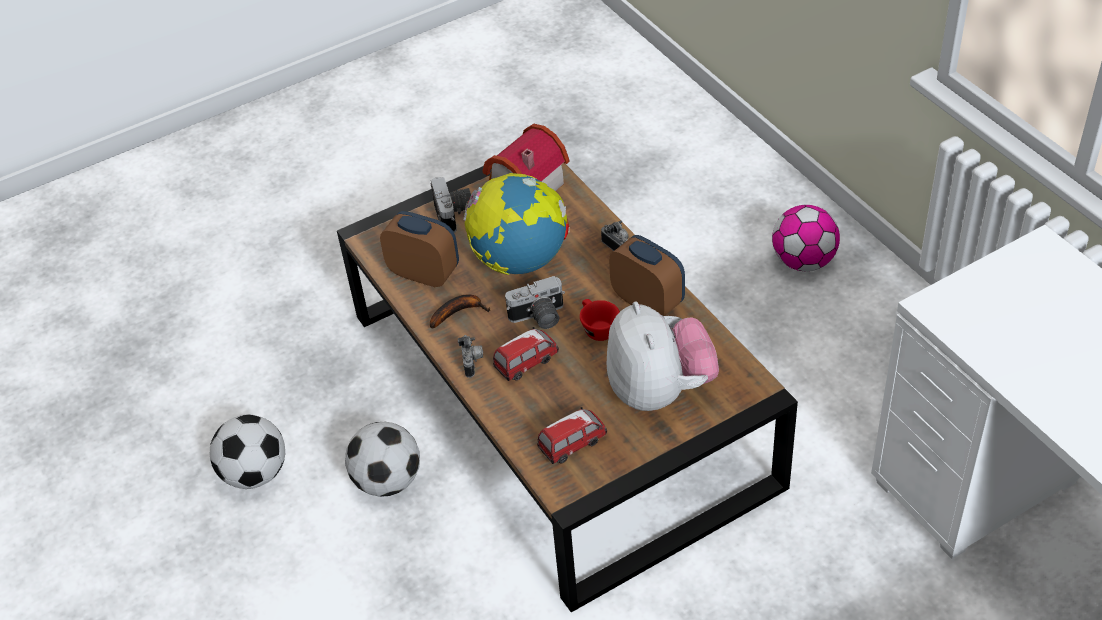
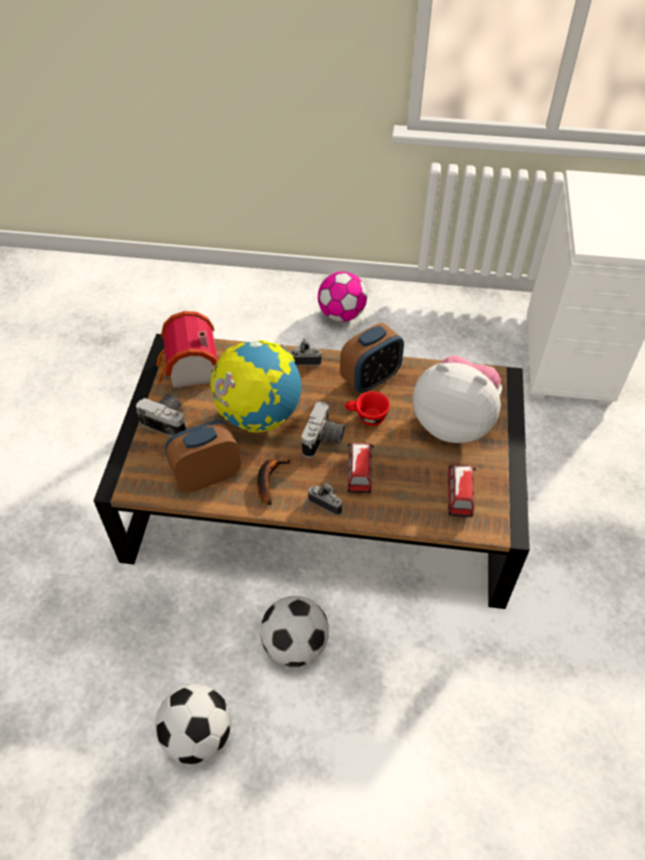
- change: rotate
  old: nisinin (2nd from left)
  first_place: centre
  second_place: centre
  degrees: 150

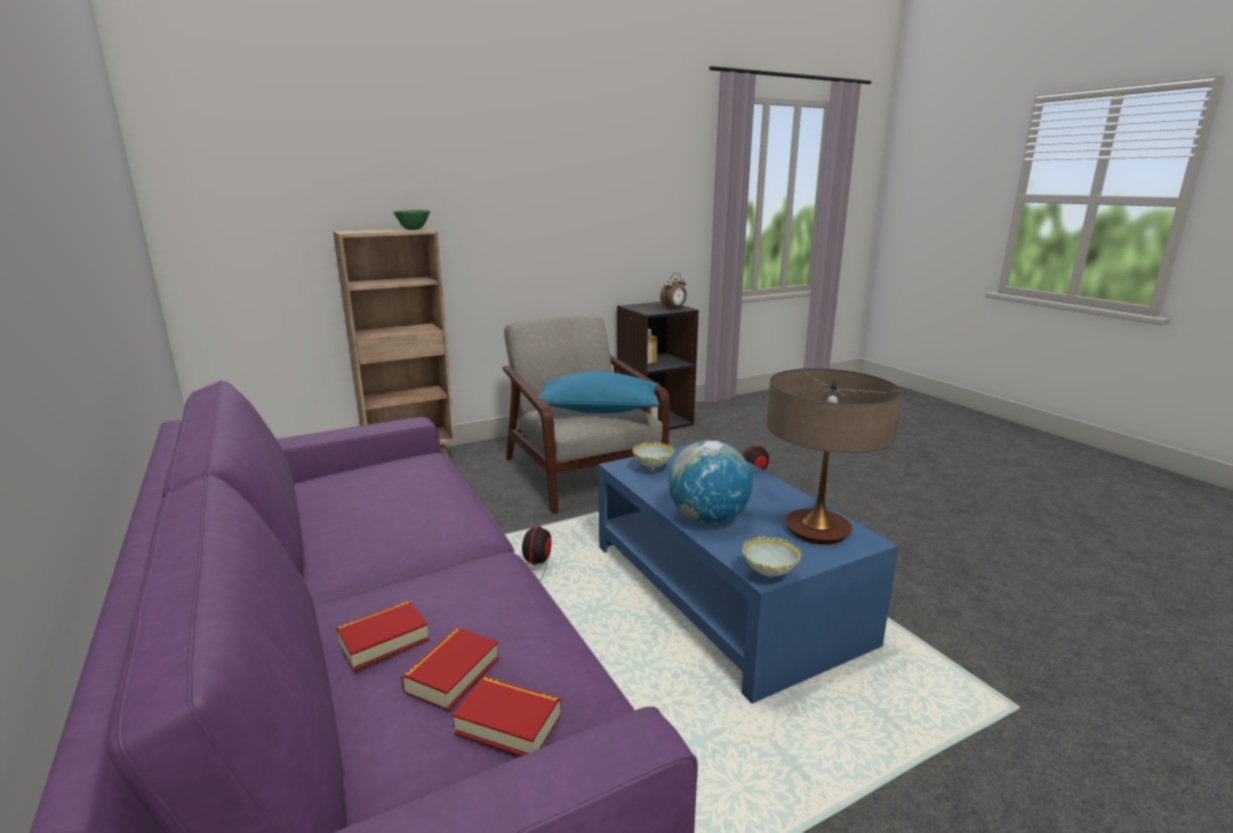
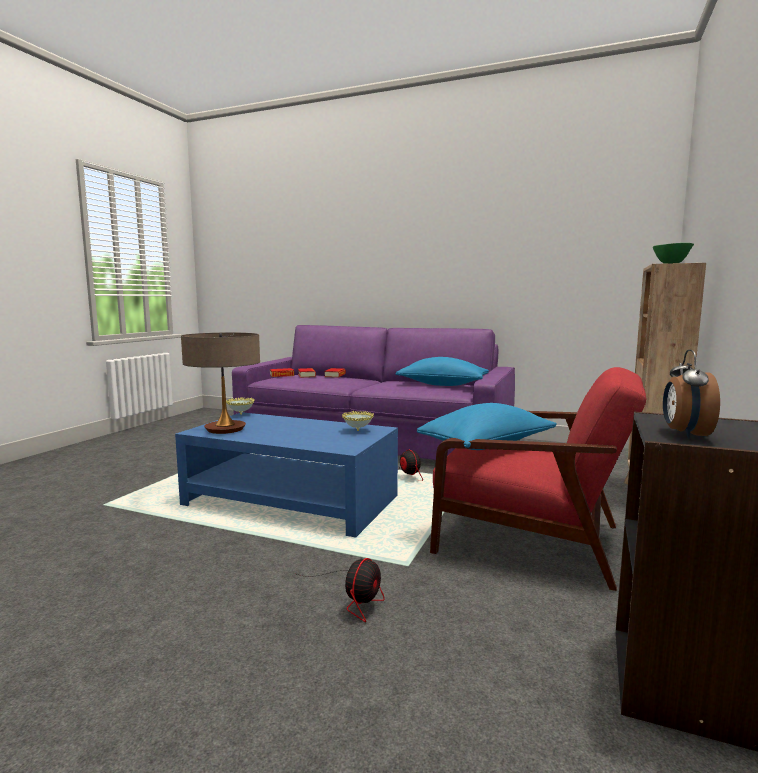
- change: insert
  new: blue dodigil (1st from left)
  second_place: centre
- change: recolor
  old: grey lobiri
  new: red lobiri
  first_place: centre
  second_place: middle right
- change: delete
  old: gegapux
  first_place: centre

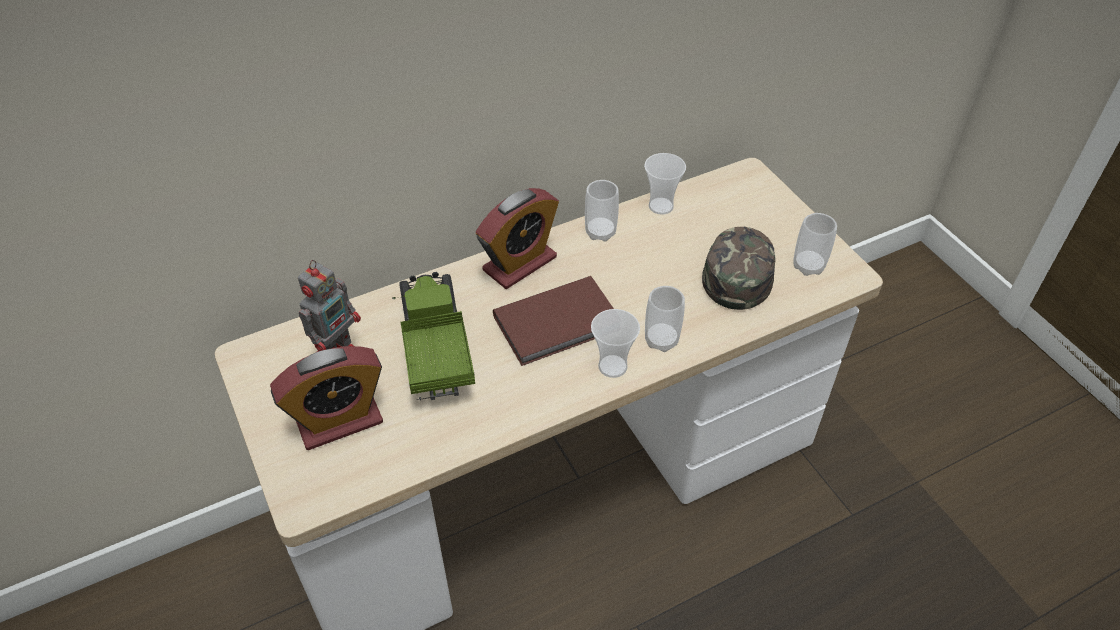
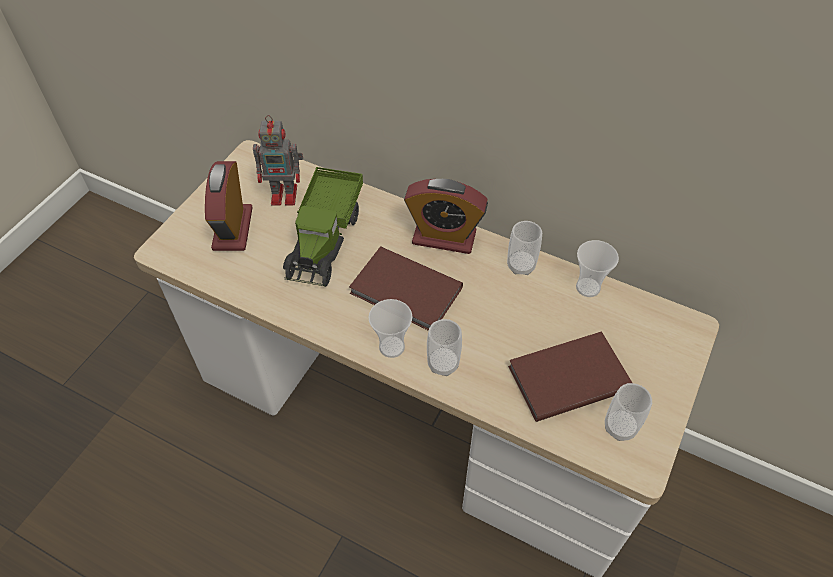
- change: rotate
  old: nisinin (1st from left)
  first_place: middle left
  second_place: middle left
  degrees: 60
- change: rotate
  old: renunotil
  first_place: centre
  second_place: centre
  degrees: 150
- change: replace
  old: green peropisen
  new: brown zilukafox (2nd from left)
  first_place: centre
  second_place: middle right

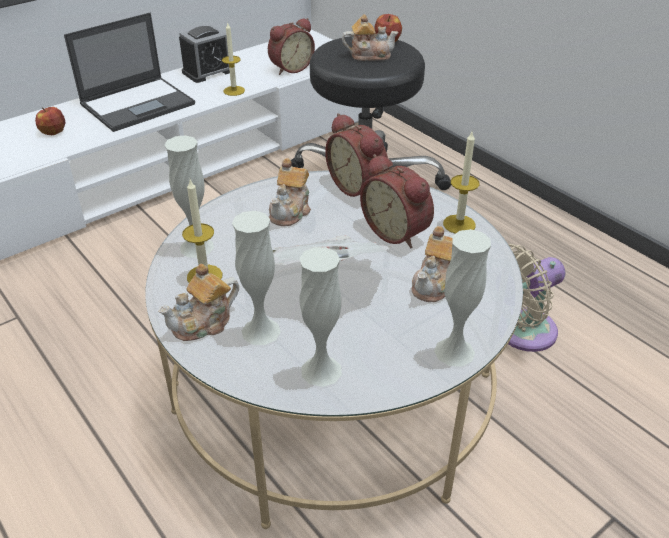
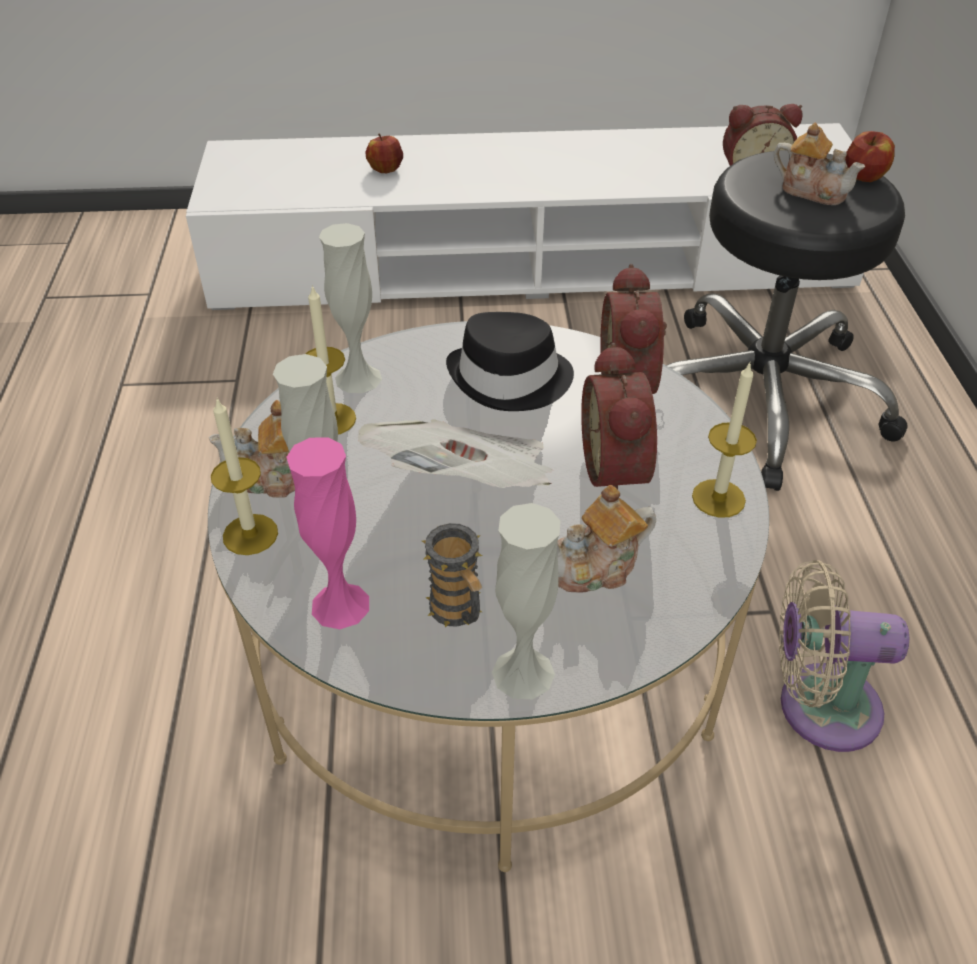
- change: move
  old: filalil (2nd from left in the first image)
  new: filalil (1st from left)
  first_place: top centre
  second_place: middle left
- change: recolor
  old: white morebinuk (3rd from left)
  new: pink morebinuk
  first_place: centre
  second_place: centre
- change: insert
  new: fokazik
  second_place: centre
- change: replace
  old: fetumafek (2nd from left)
  new: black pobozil
  first_place: centre
  second_place: centre
- change: delete
  old: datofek
  first_place: top left
- change: delete
  old: nisinin (1st from left)
  first_place: top left

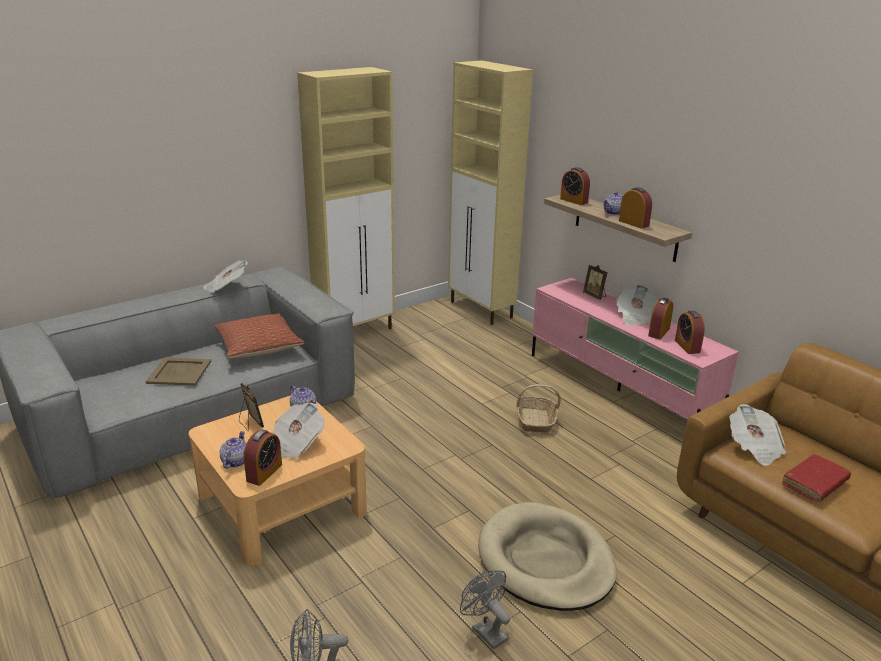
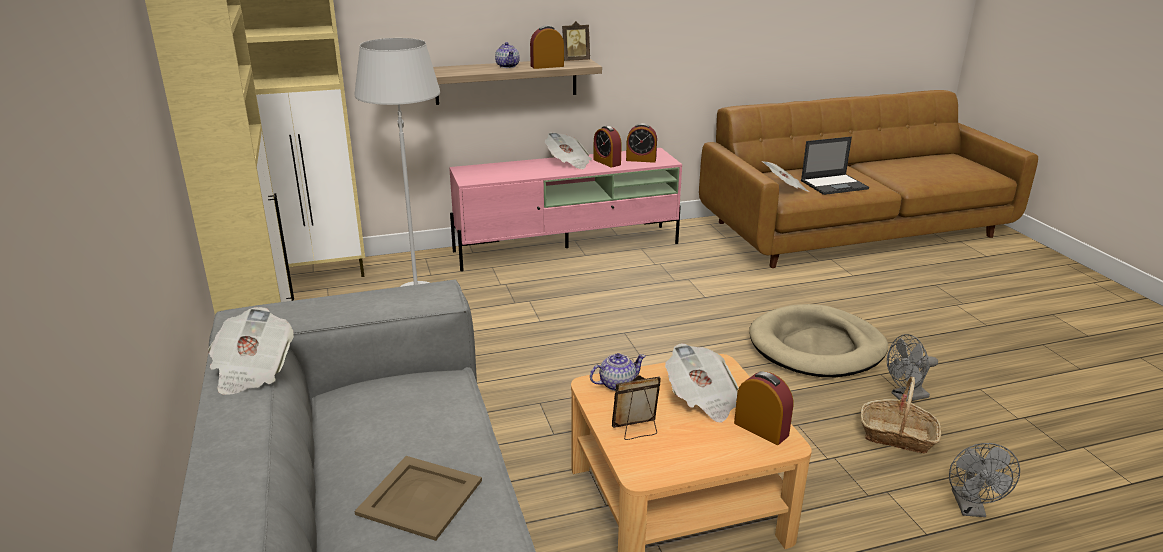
- change: insert
  new: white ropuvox
  second_place: top centre
- change: move
  old: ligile (2nd from left in the first image)
  new: ligile (1st from left)
  first_place: middle right
  second_place: top centre
- change: replace
  old: red zilukafox
  new: datofek
  first_place: bottom right
  second_place: top right
- change: move
  old: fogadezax
  first_place: centre
  second_place: bottom right
- change: delete
  old: dodigil
  first_place: middle left
- change: delete
  old: fetumafek (1st from left)
  first_place: bottom left
- change: delete
  old: nisinin (2nd from left)
  first_place: top centre

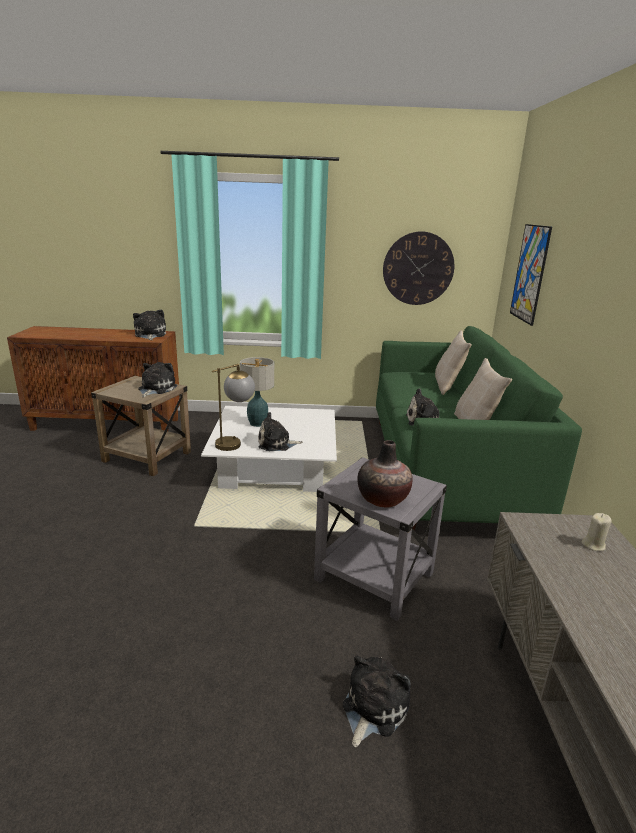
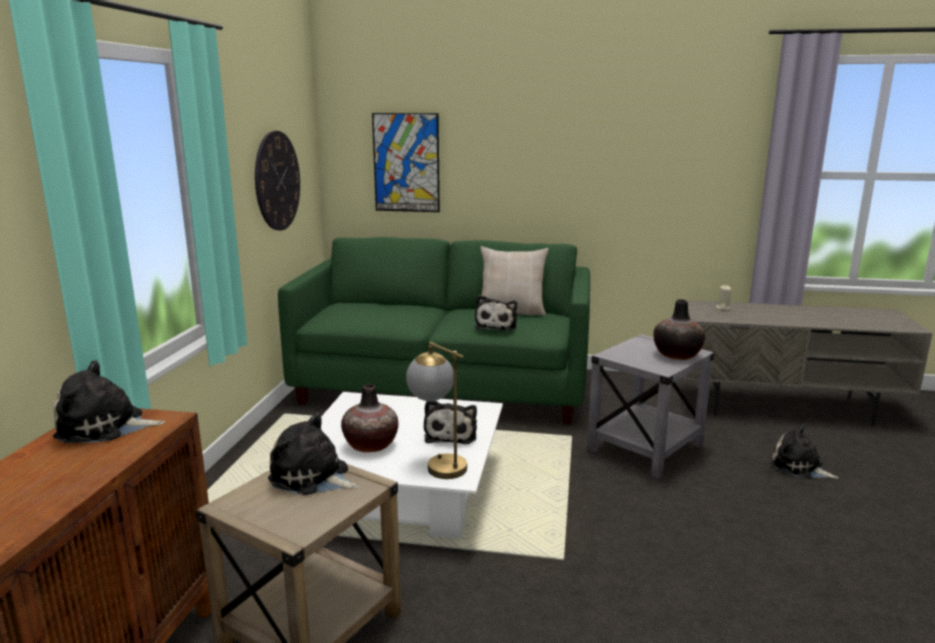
- change: replace
  old: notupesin (2nd from left)
  new: morebinuk (1st from left)
  first_place: centre
  second_place: centre
- change: delete
  old: beige dodigil (1st from left)
  first_place: middle right

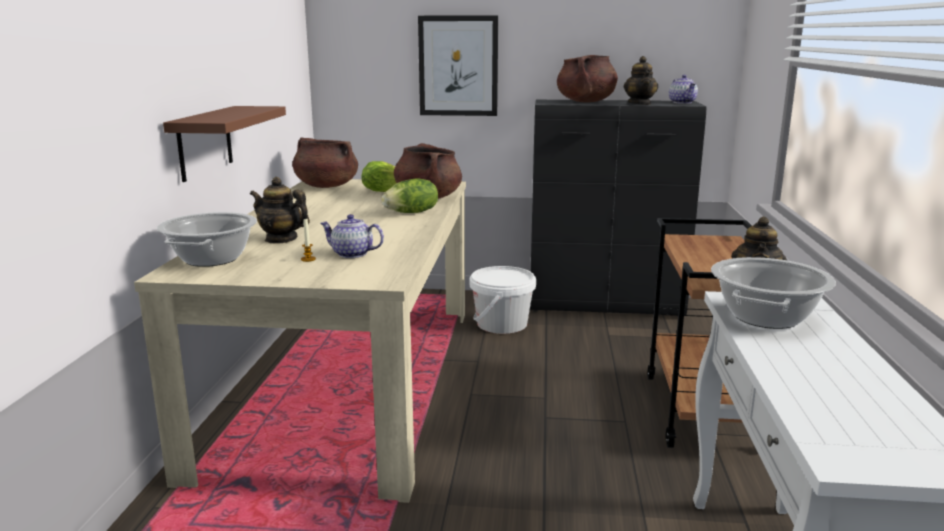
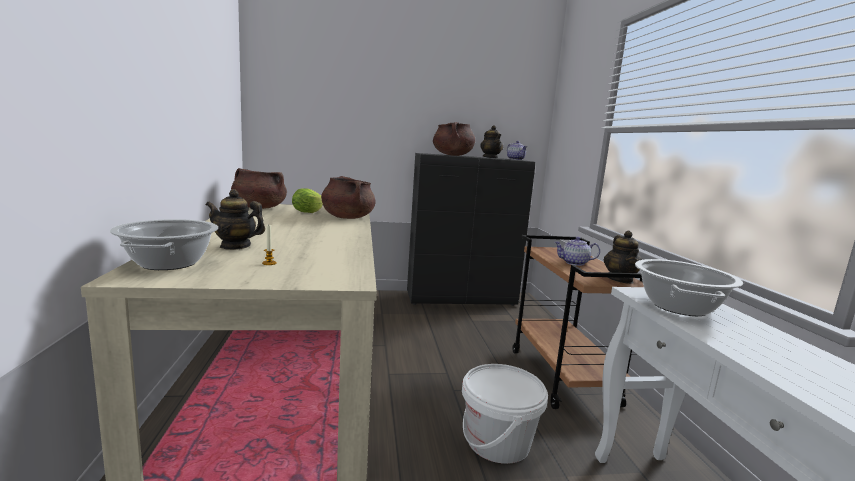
- change: move
  old: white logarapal
  first_place: centre
  second_place: bottom centre
- change: move
  old: fetumafek (2nd from left in the first image)
  new: fetumafek (4th from left)
  first_place: centre
  second_place: middle right
- change: delete
  old: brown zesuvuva
  first_place: top left
- change: delete
  old: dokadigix (2nd from left)
  first_place: centre
- change: delete
  old: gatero
  first_place: top centre

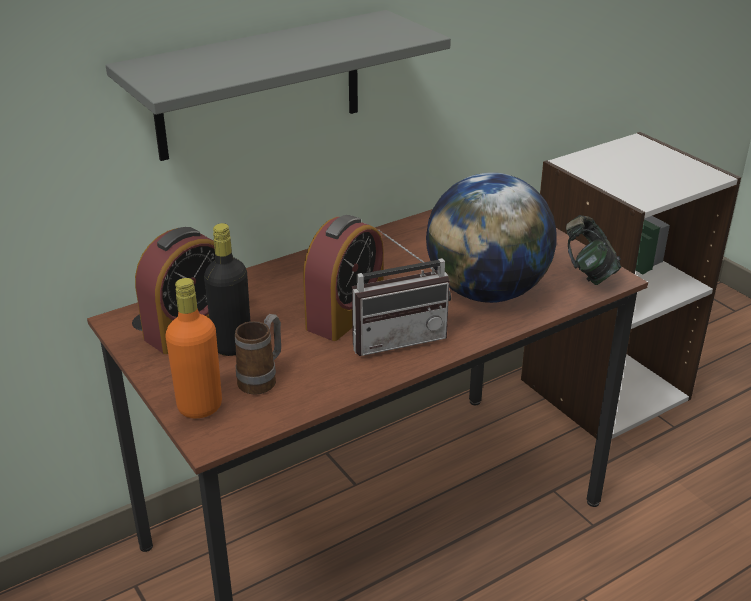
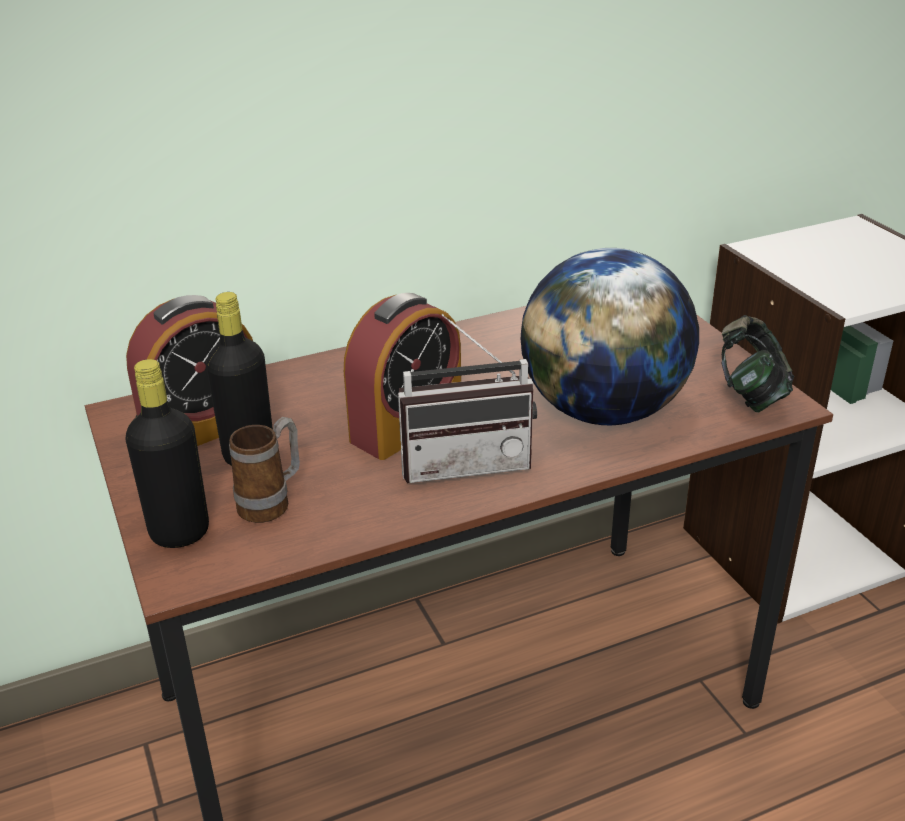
- change: recolor
  old: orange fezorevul
  new: black fezorevul (1st from left)
  first_place: middle left
  second_place: middle left
- change: delete
  old: grey zesuvuva
  first_place: top centre

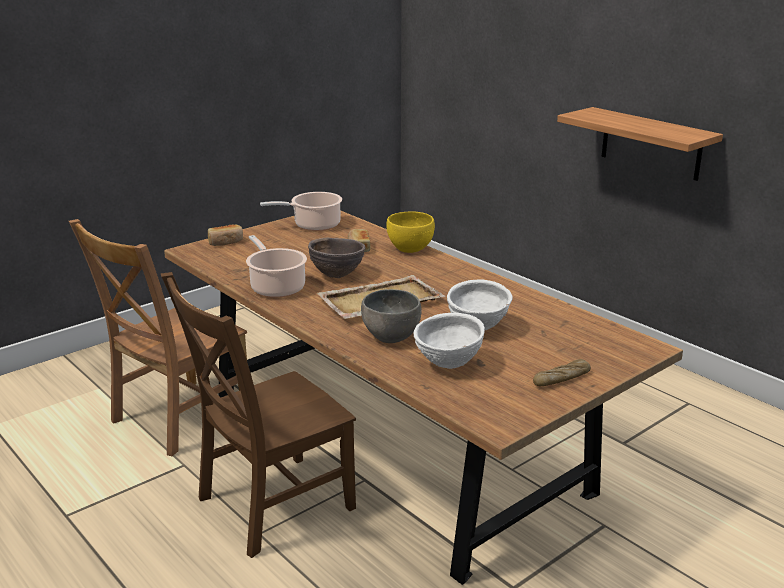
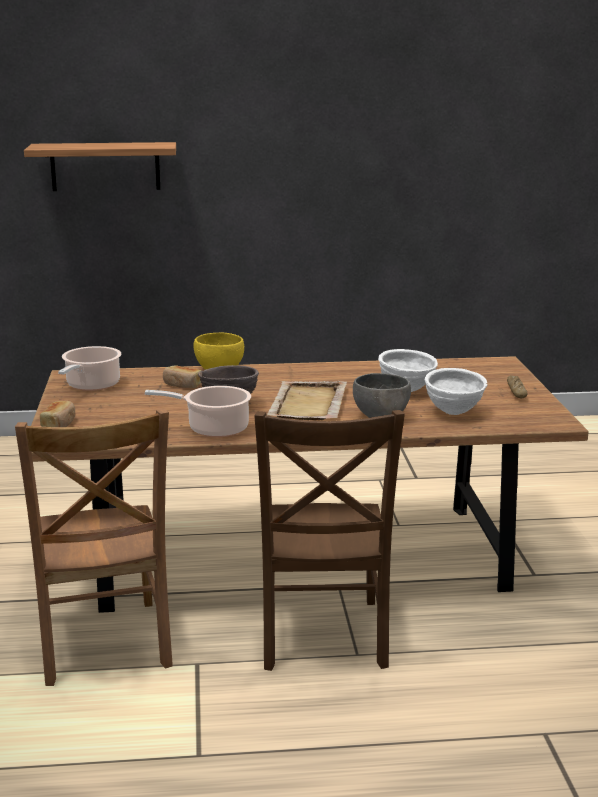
- change: move
  old: zesuvuva
  first_place: top right
  second_place: top left

